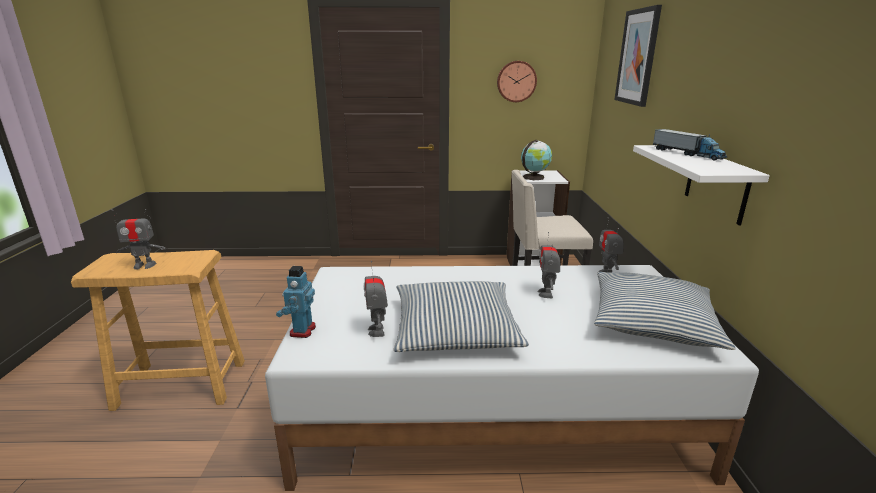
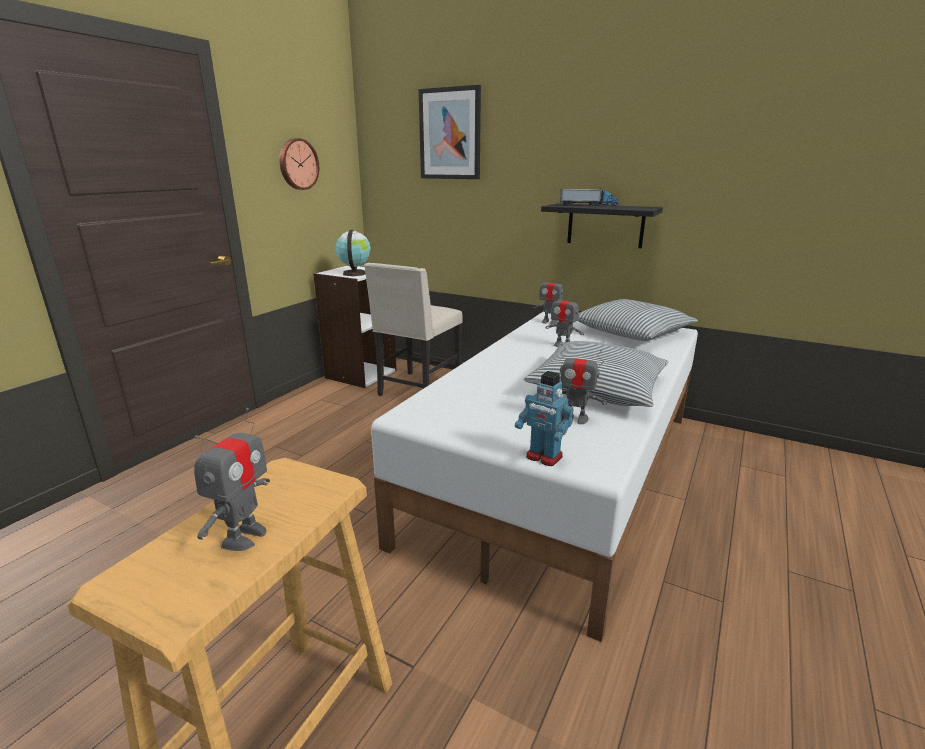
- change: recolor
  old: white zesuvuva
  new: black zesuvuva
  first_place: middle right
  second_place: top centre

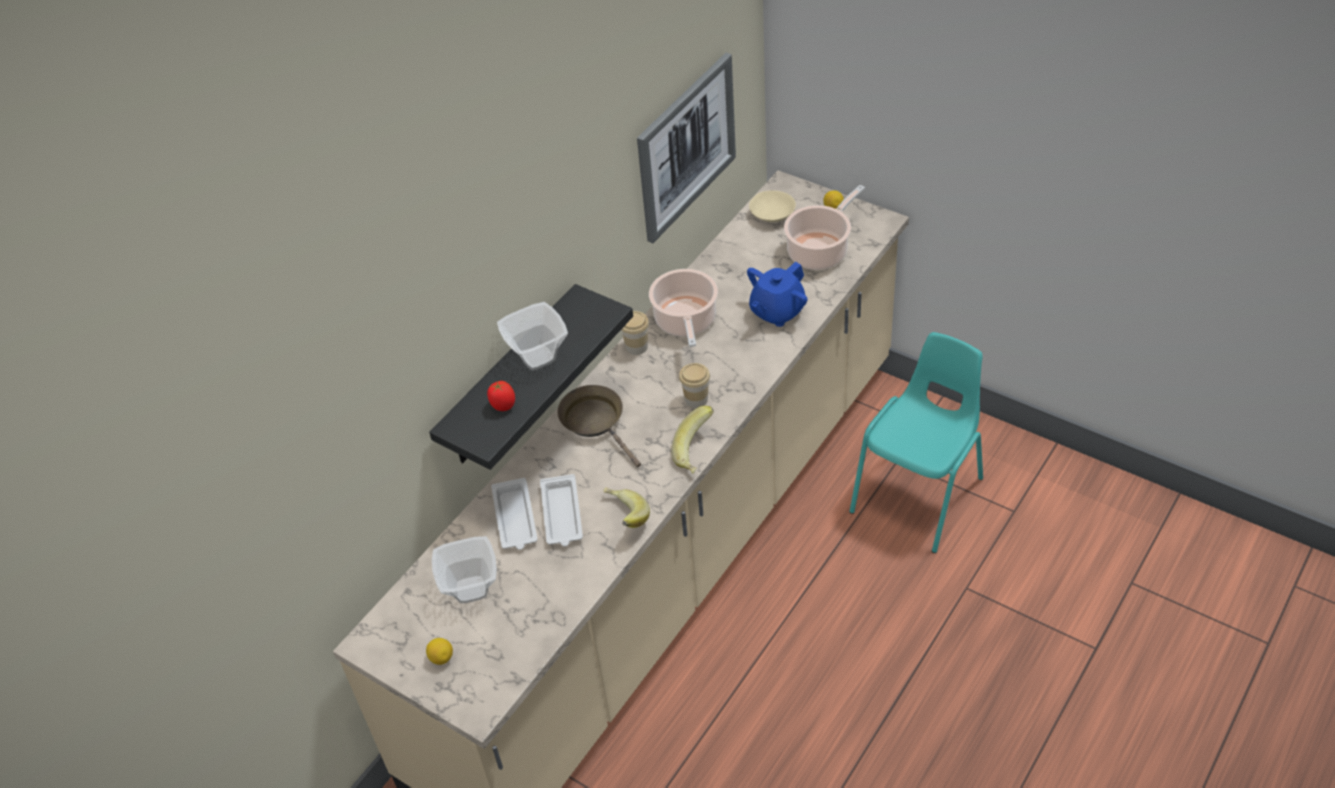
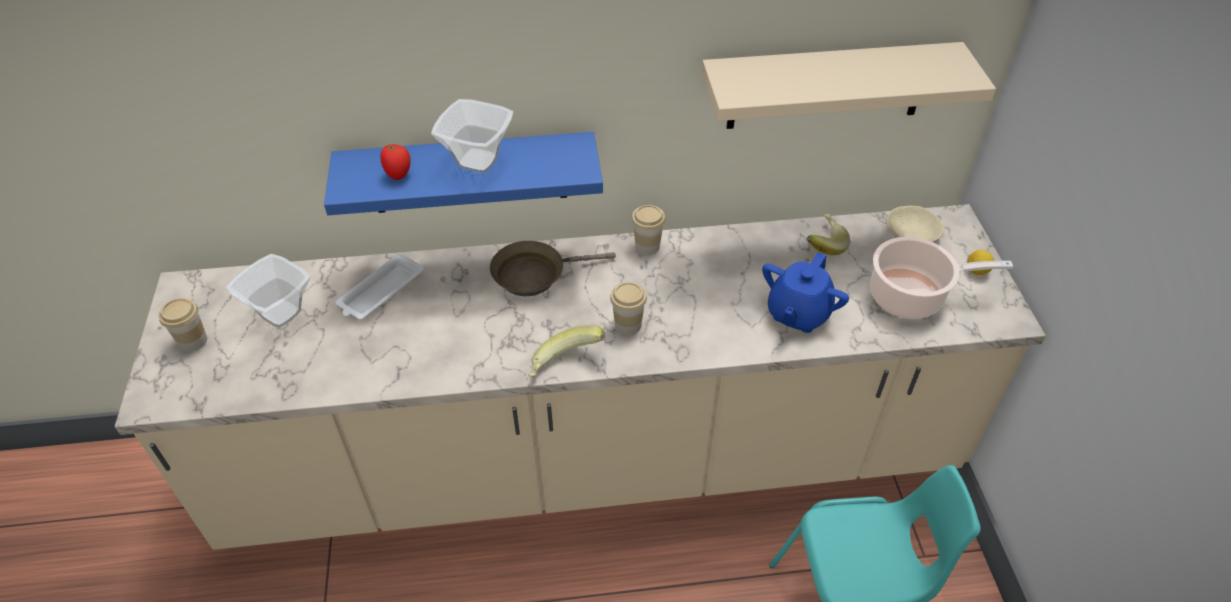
- change: replace
  old: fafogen (1st from left)
  new: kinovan (1st from left)
  first_place: bottom left
  second_place: middle left
- change: recolor
  old: black zesuvuva
  new: blue zesuvuva
  first_place: centre
  second_place: top centre
- change: rotate
  old: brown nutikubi
  first_place: centre
  second_place: centre
  degrees: -120
- change: replace
  old: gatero
  new: beige zesuvuva
  first_place: top centre
  second_place: top right
- change: rotate
  old: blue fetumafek
  first_place: centre
  second_place: centre
  degrees: -60
- change: move
  old: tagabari (1st from left in the first image)
  new: tagabari (2nd from left)
  first_place: centre
  second_place: middle right
- change: delete
  old: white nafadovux (2nd from left)
  first_place: centre
- change: delete
  old: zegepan (1st from left)
  first_place: centre

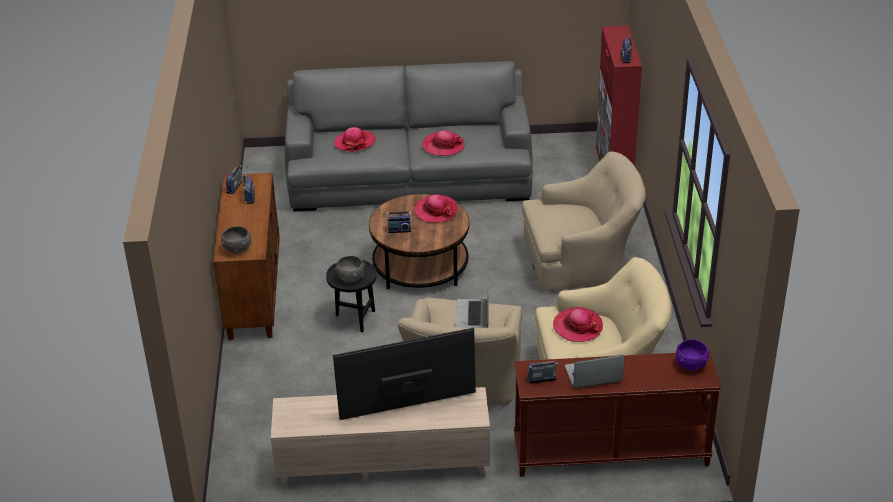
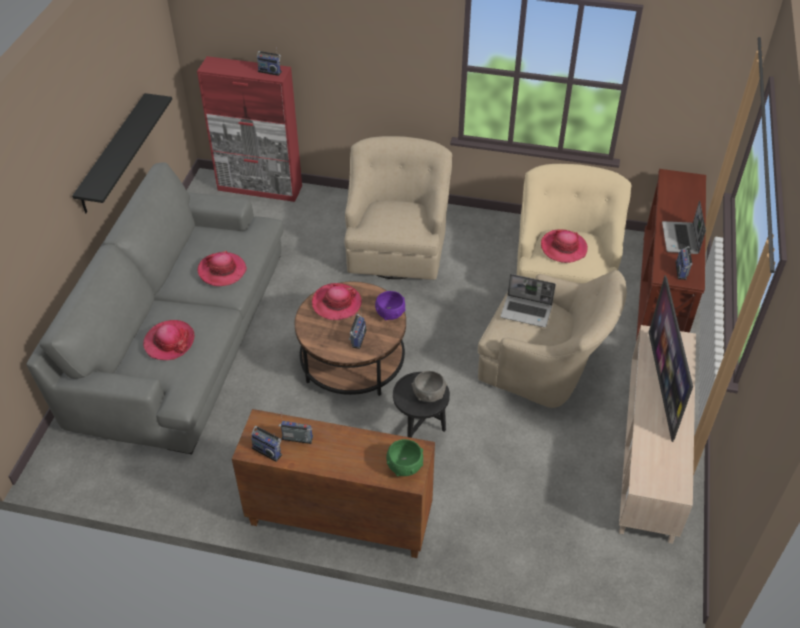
- change: insert
  new: black zesuvuva
  second_place: top left
- change: move
  old: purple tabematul
  first_place: bottom right
  second_place: centre
- change: recolor
  old: grey tabematul (1st from left)
  new: green tabematul
  first_place: middle left
  second_place: bottom centre

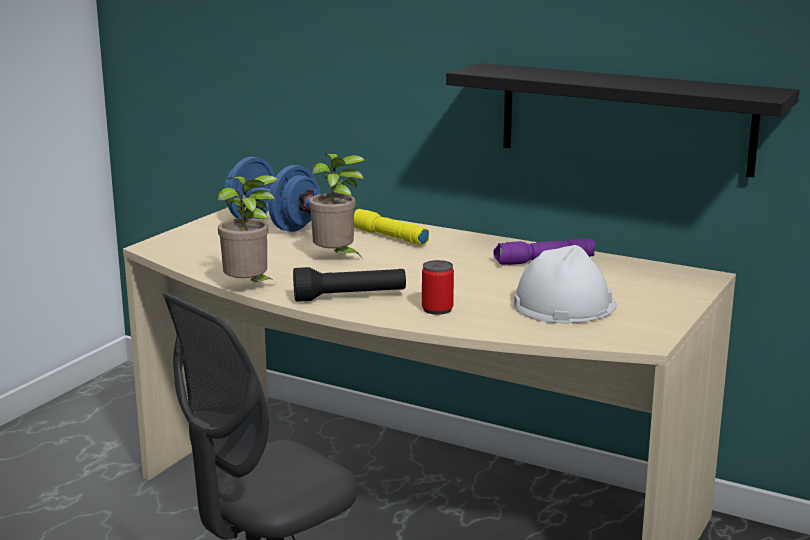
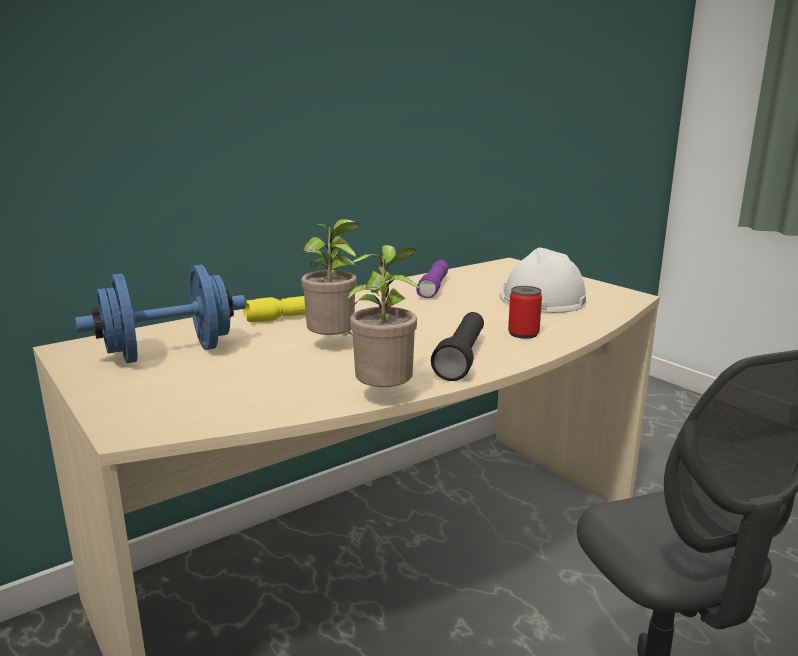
- change: delete
  old: black zesuvuva
  first_place: top right

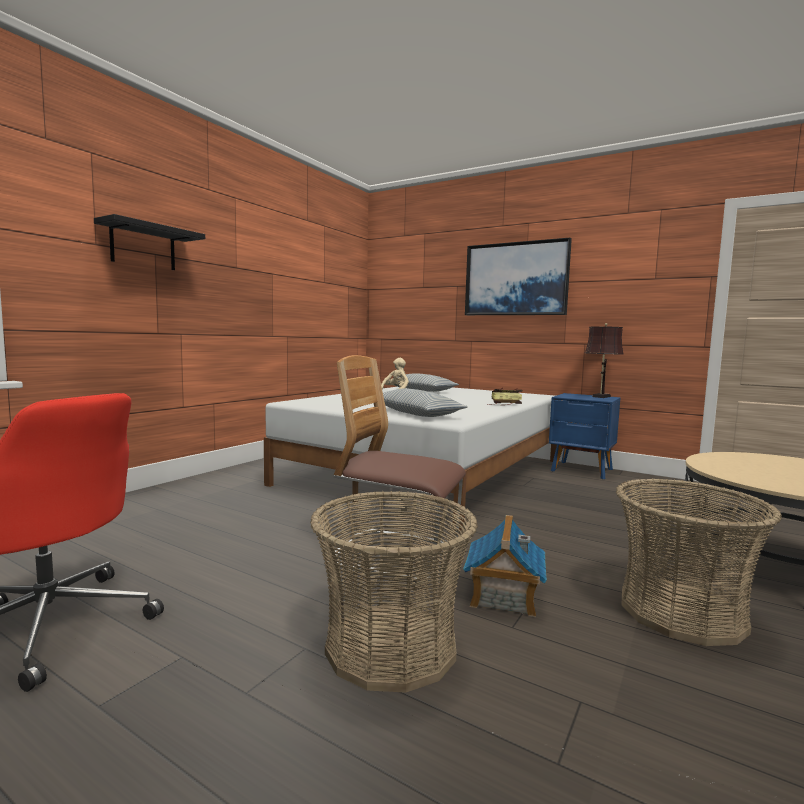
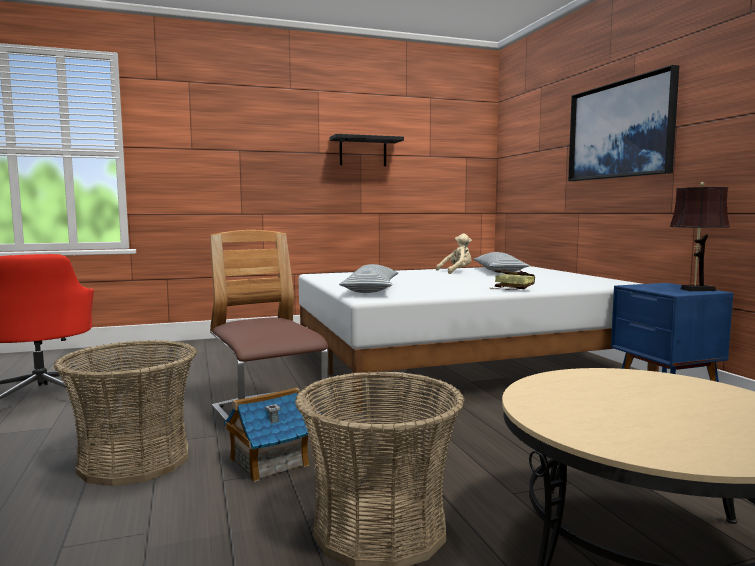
- change: move
  old: black zesuvuva
  first_place: top left
  second_place: top centre

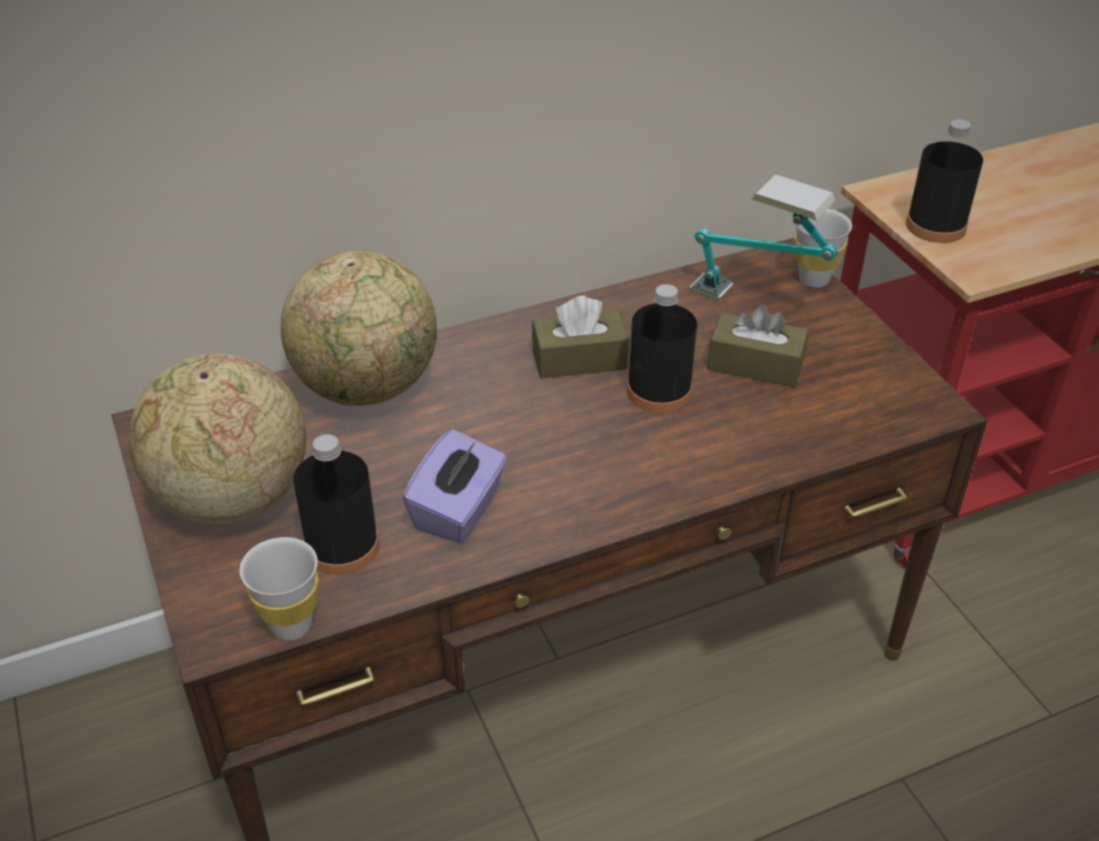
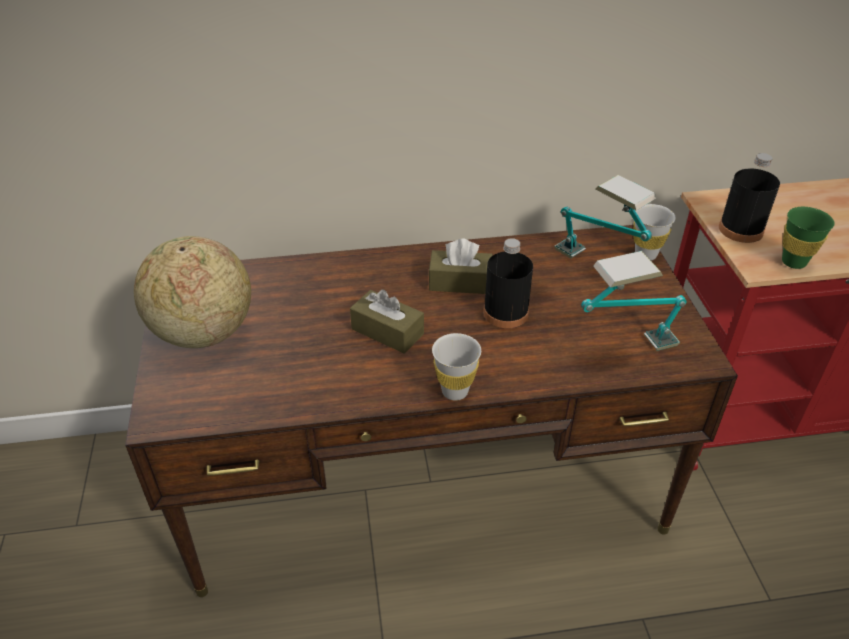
- change: move
  old: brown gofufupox (2nd from left in the first image)
  new: brown gofufupox (1st from left)
  first_place: middle right
  second_place: centre
- change: move
  old: white kinovan (1st from left)
  first_place: bottom left
  second_place: centre
- change: insert
  new: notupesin (2nd from left)
  second_place: middle right
- change: insert
  new: green kinovan
  second_place: middle right
- change: delete
  old: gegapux (2nd from left)
  first_place: middle left
- change: delete
  old: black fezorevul (1st from left)
  first_place: middle left
- change: delete
  old: purple gofufupox
  first_place: centre

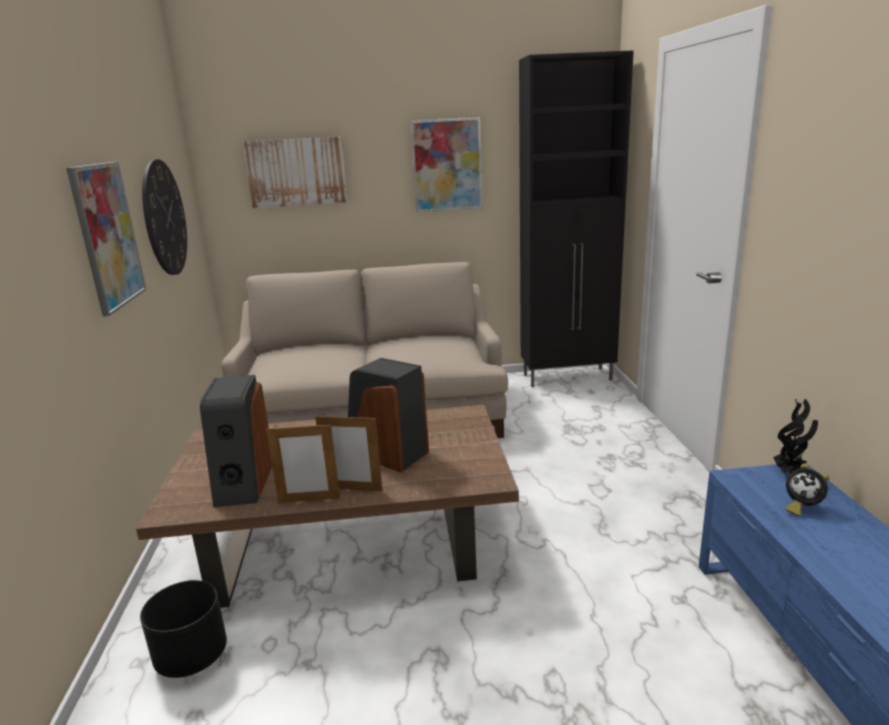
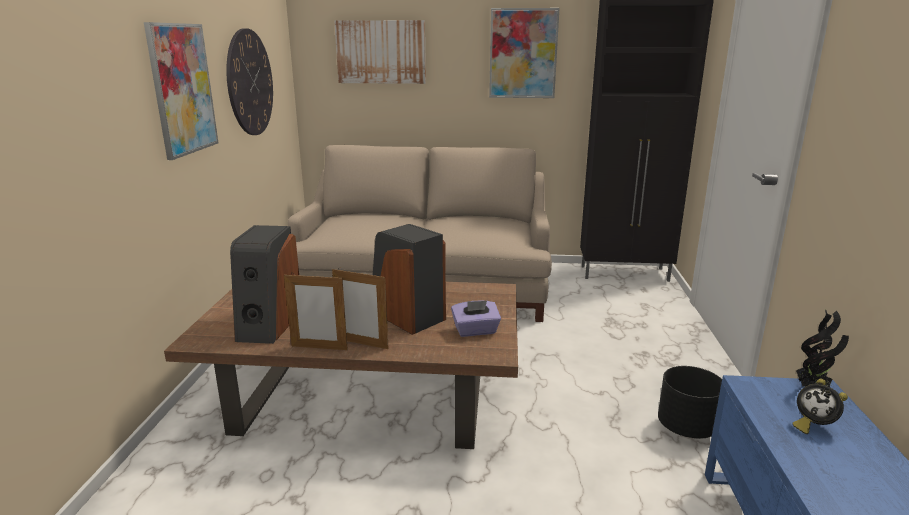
- change: insert
  new: purple gofufupox
  second_place: centre
- change: move
  old: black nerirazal
  first_place: bottom left
  second_place: bottom right

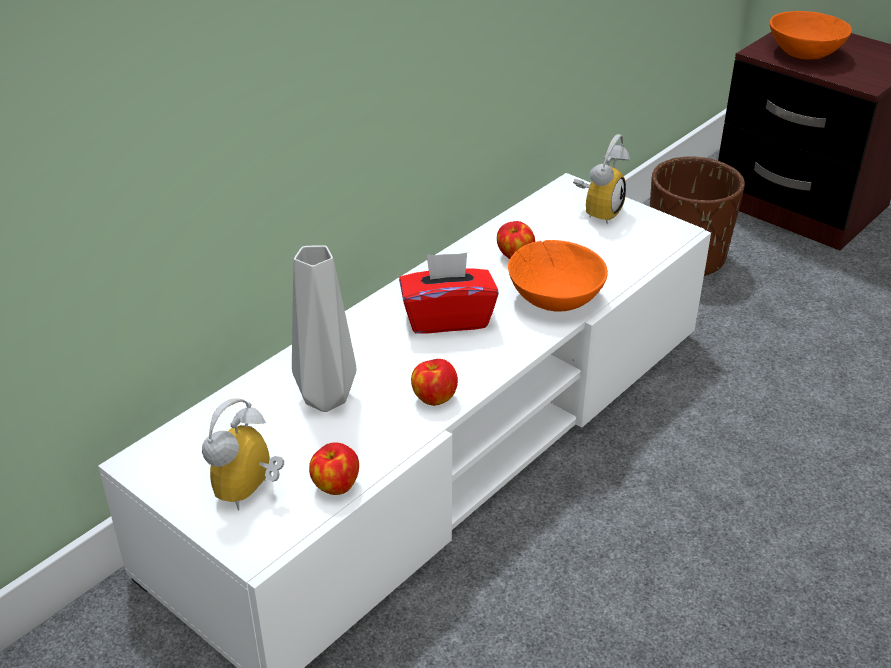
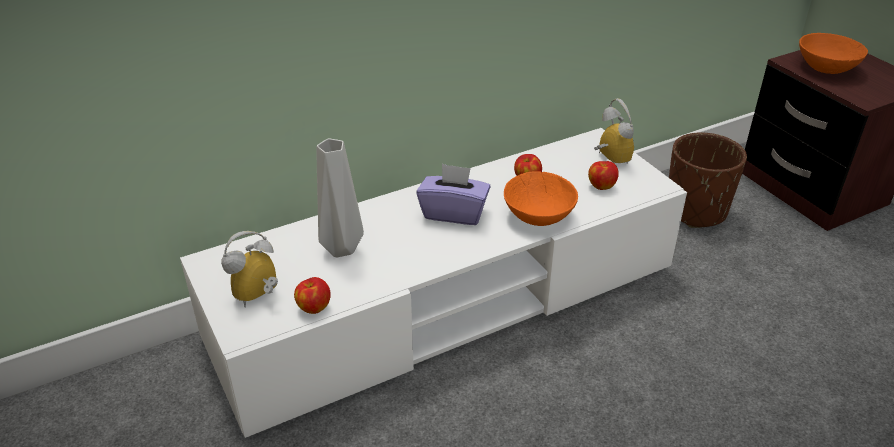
- change: recolor
  old: red gofufupox
  new: purple gofufupox
  first_place: centre
  second_place: centre
- change: move
  old: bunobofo (2nd from left in the first image)
  new: bunobofo (3rd from left)
  first_place: centre
  second_place: middle right
- change: rotate
  old: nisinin (2nd from left)
  first_place: top right
  second_place: top right
  degrees: -75

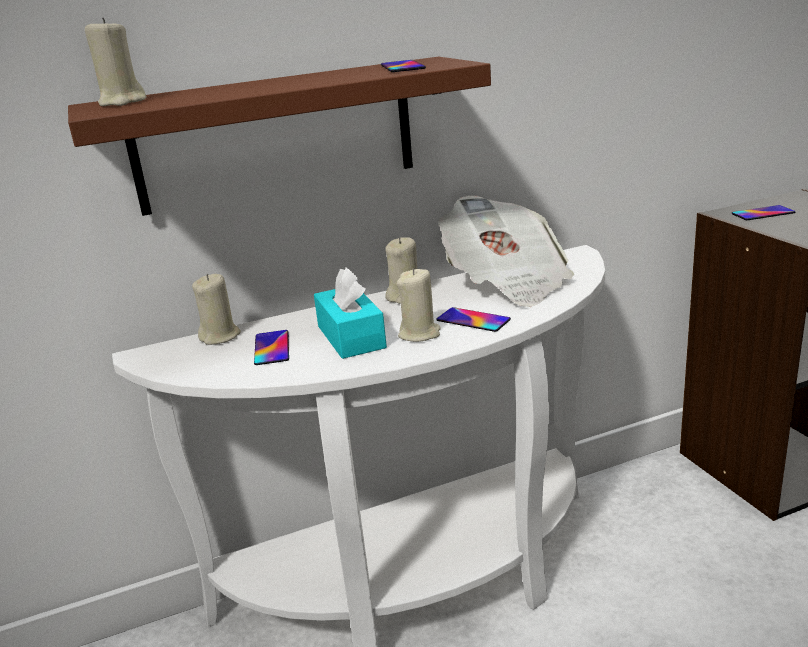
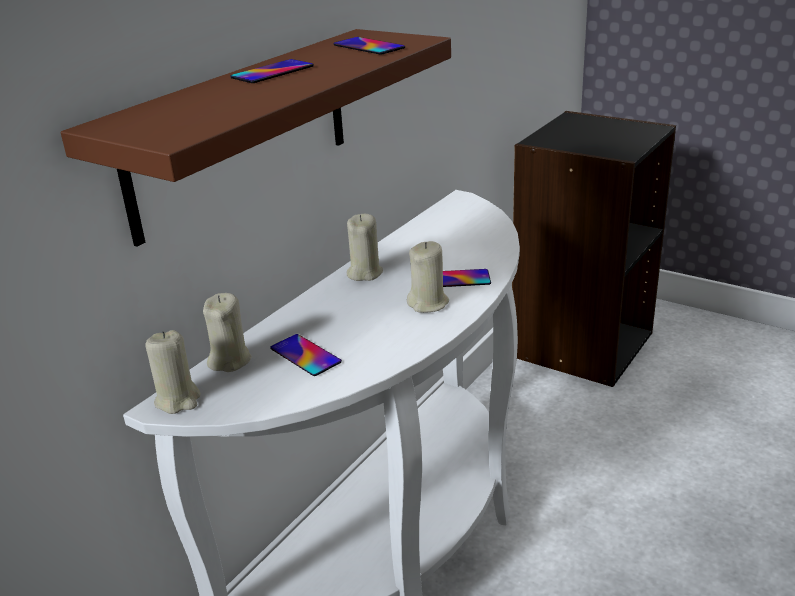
- change: move
  old: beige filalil (1st from left)
  first_place: top left
  second_place: middle left
- change: move
  old: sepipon (4th from left in the first image)
  new: sepipon (1st from left)
  first_place: top right
  second_place: top centre
- change: delete
  old: turquoise gofufupox
  first_place: centre
- change: delete
  old: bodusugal
  first_place: centre

